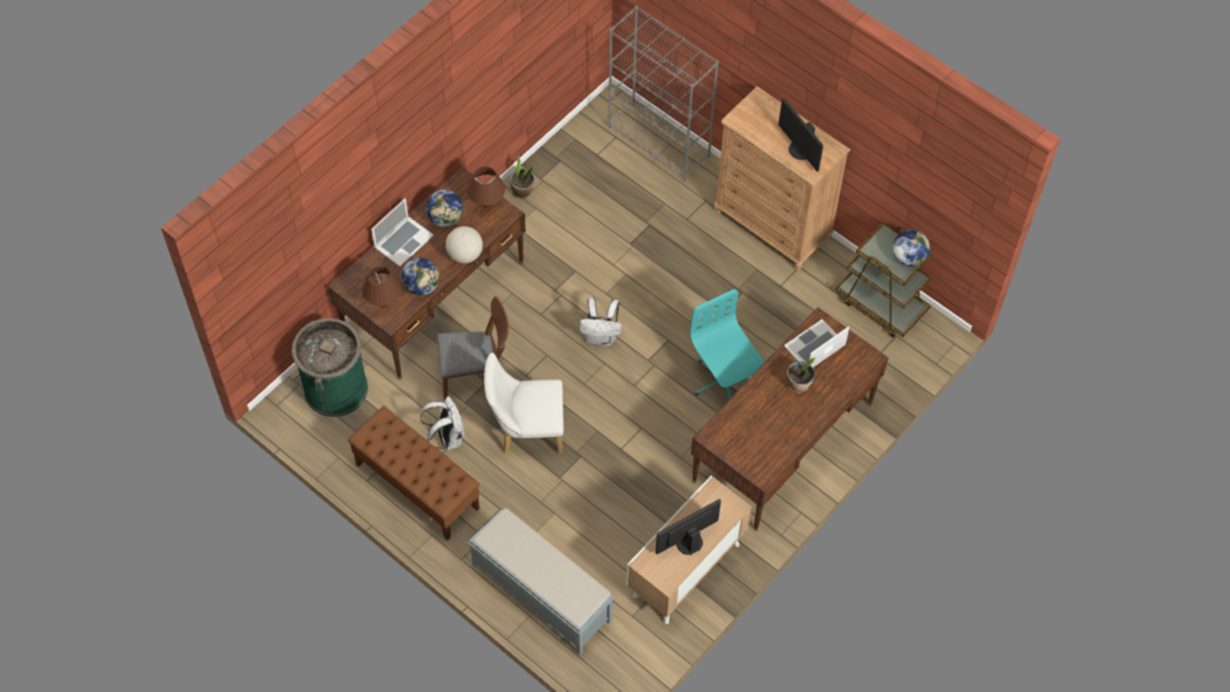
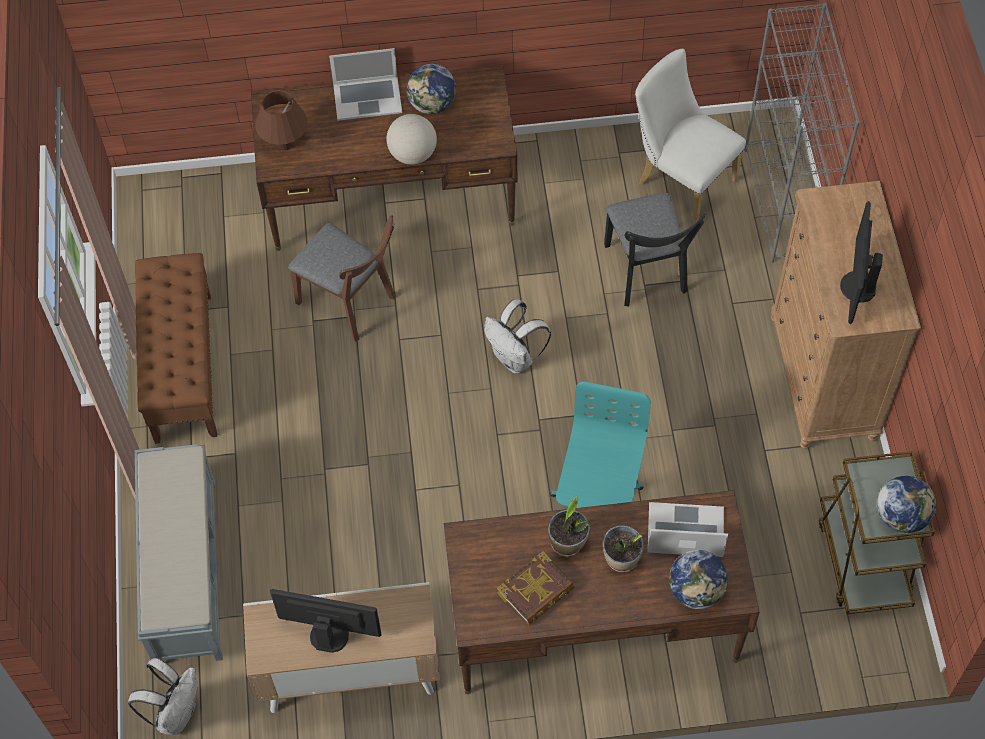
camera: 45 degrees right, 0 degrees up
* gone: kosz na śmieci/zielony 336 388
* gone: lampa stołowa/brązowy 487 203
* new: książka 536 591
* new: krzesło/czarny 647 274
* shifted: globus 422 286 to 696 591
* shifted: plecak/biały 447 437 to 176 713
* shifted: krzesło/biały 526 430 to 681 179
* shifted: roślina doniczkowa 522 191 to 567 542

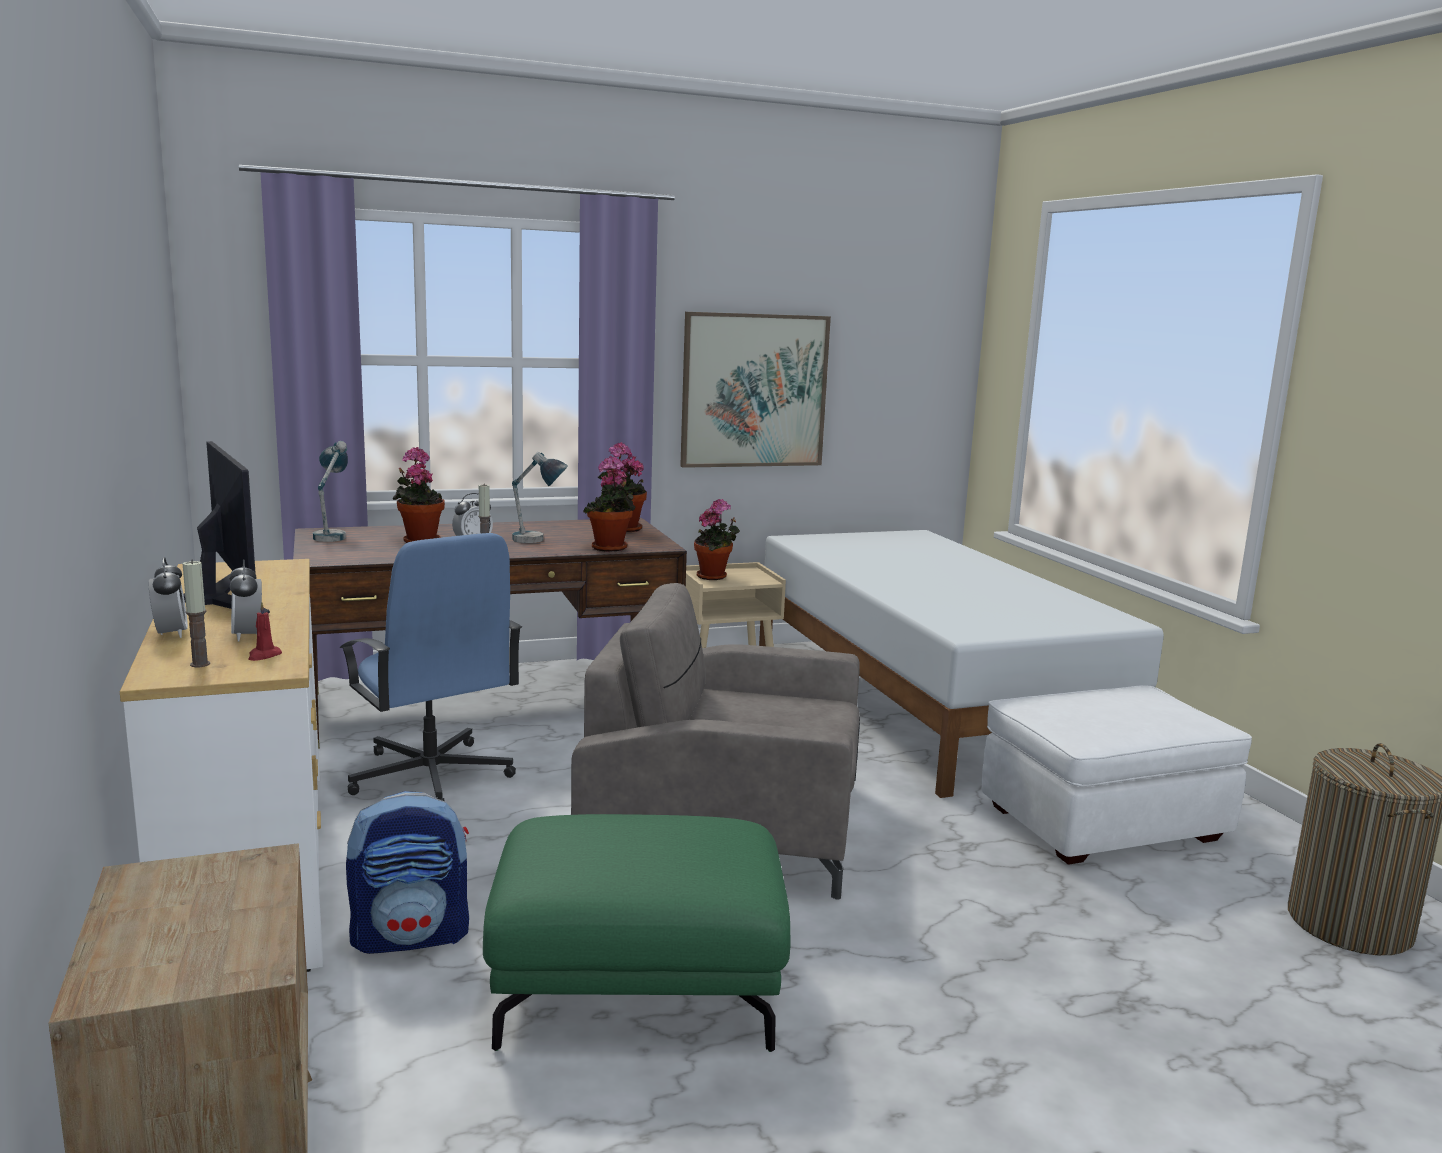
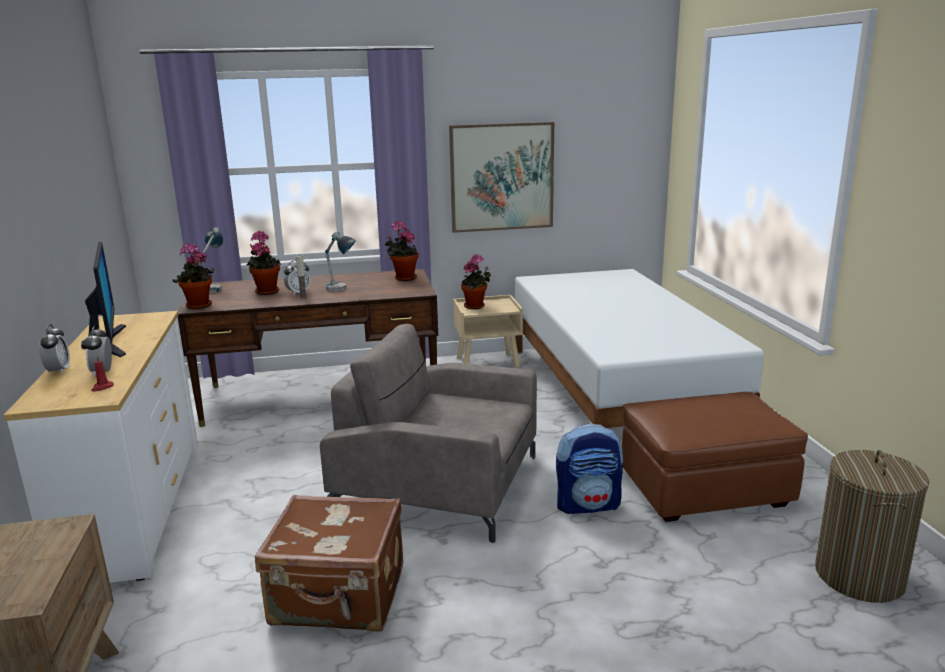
camera: 10 degrees right, 5 degrees up
* gone: świeca 200 664
* gone: krzesło biurowe/niebieski 431 776
* shifted: plecak 412 936 to 588 505
* shifted: roślina doniczkowa 610 549 to 198 306
* swapped: pufa/zielony 639 983 to walizka/brązowy 339 597
* repainted: pufa/biały 1102 822 to pufa/brązowy 704 490

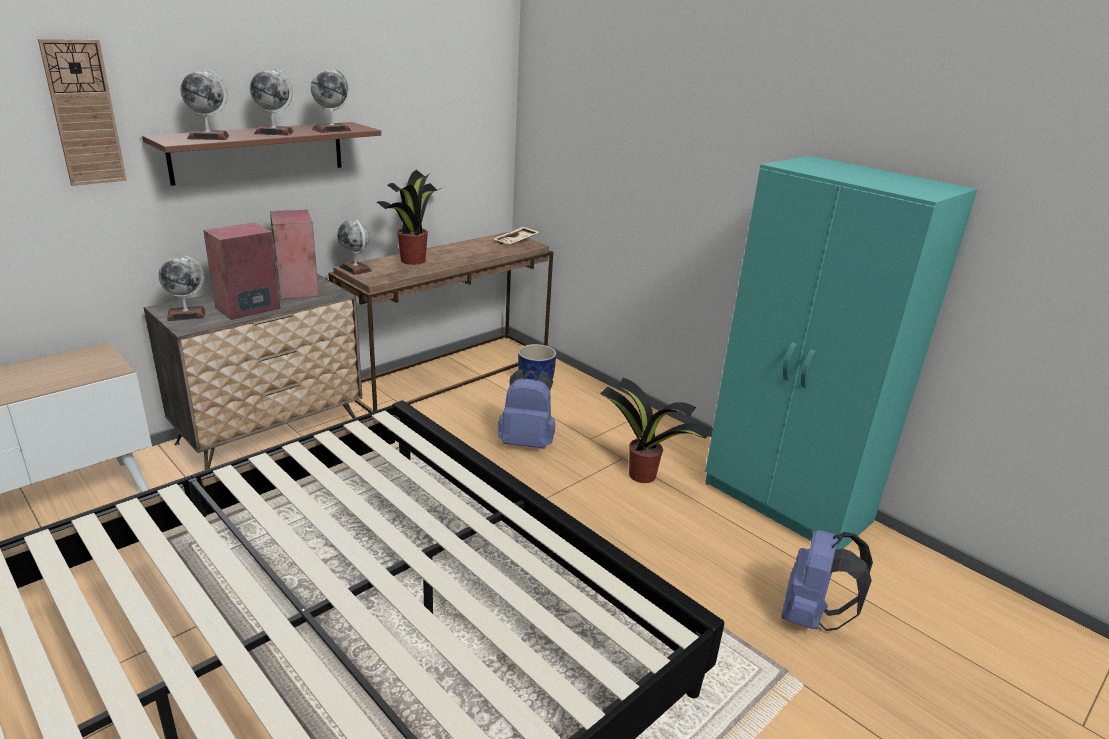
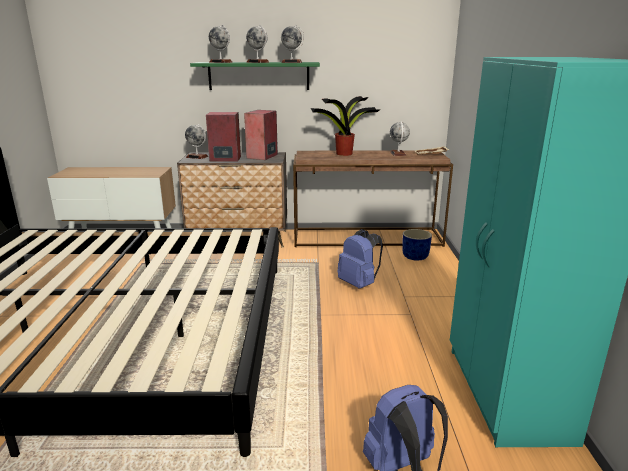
camera: 45 degrees right, 5 degrees down
* gone: zegar ścienny 84 113
* gone: roślina doniczkowa 641 474
* shifted: globus 355 269 to 398 154
* repainted: półka/brązowy 259 152 to półka/zielony 258 76

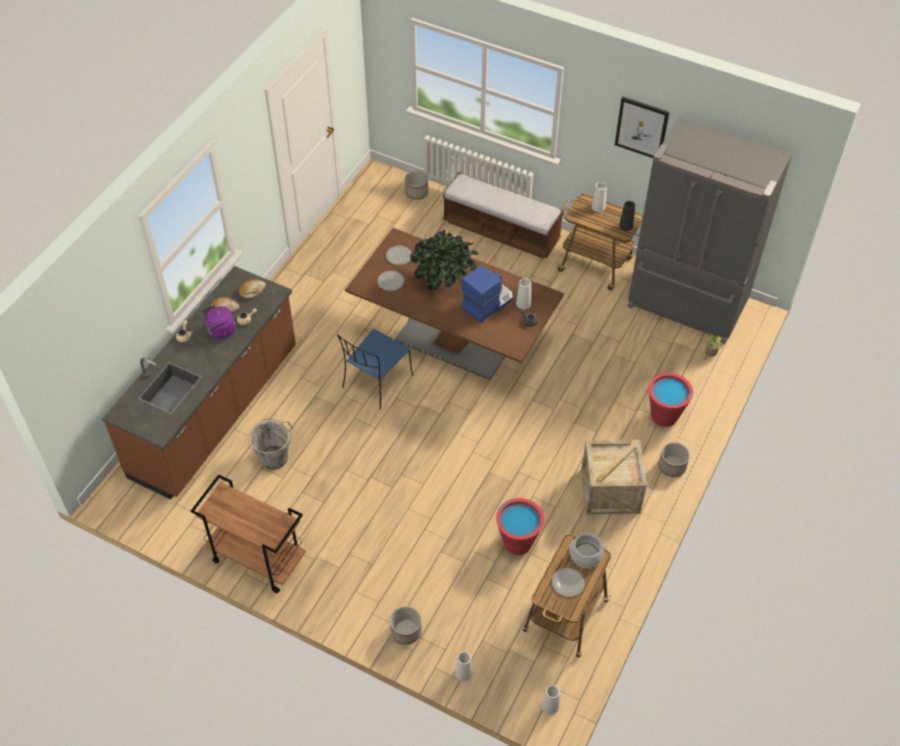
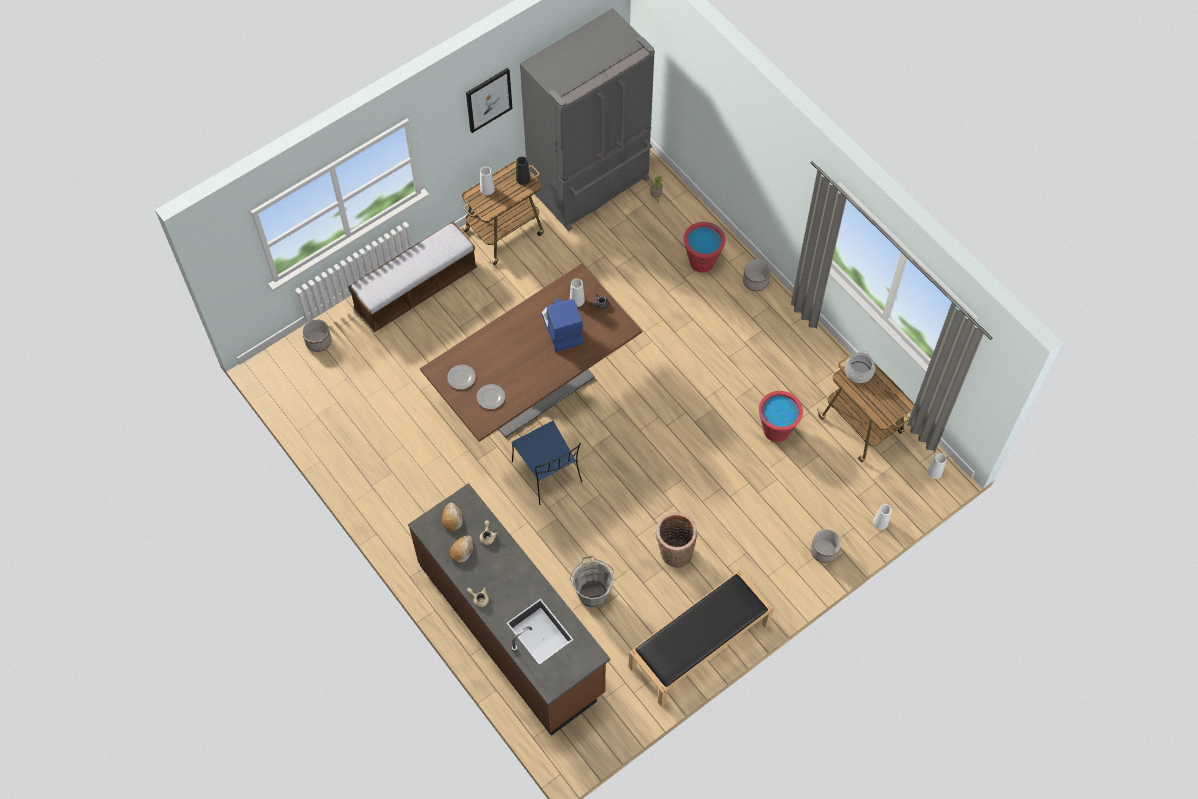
camera: 65 degrees left, 10 degrees up
* gone: czajnik/fioletowy 220 331
* gone: roślina doniczkowa 445 280
* gone: talerz 568 582
* gone: skrzynka 610 491
* new: koszyk 674 553
* swapped: wózek/brązowy 256 559 to ławka/czarny 699 646

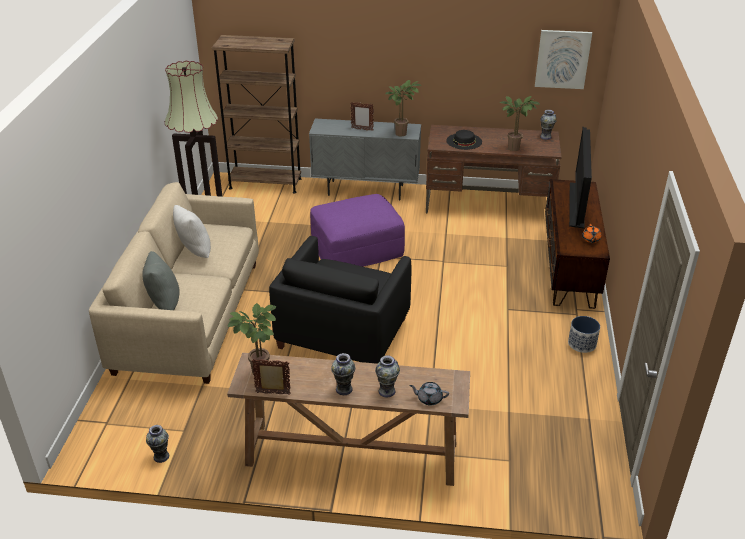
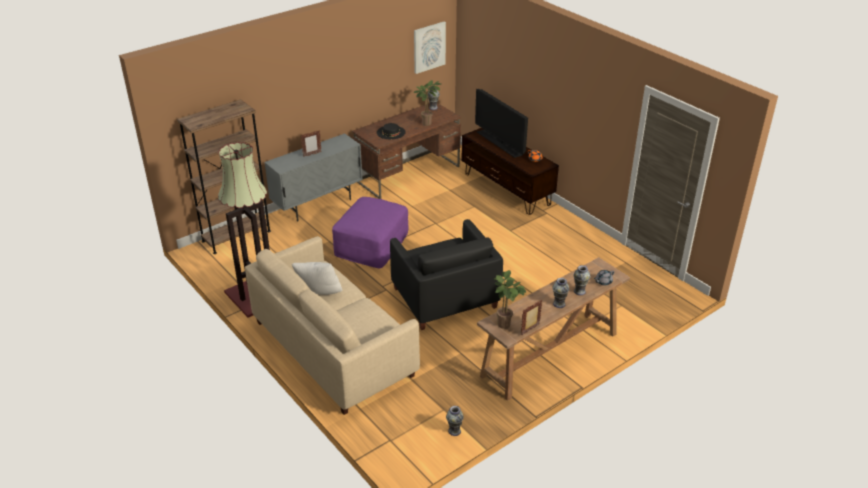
camera: 45 degrees left, 0 degrees up
* gone: poduszka/szary 163 305
* gone: roślina doniczkowa 401 133
* gone: donica 582 344

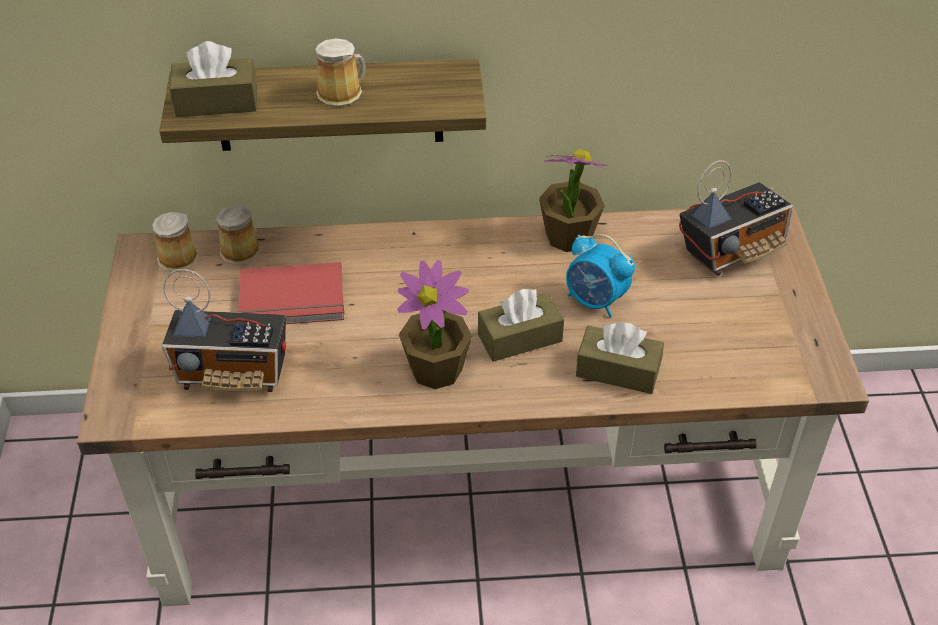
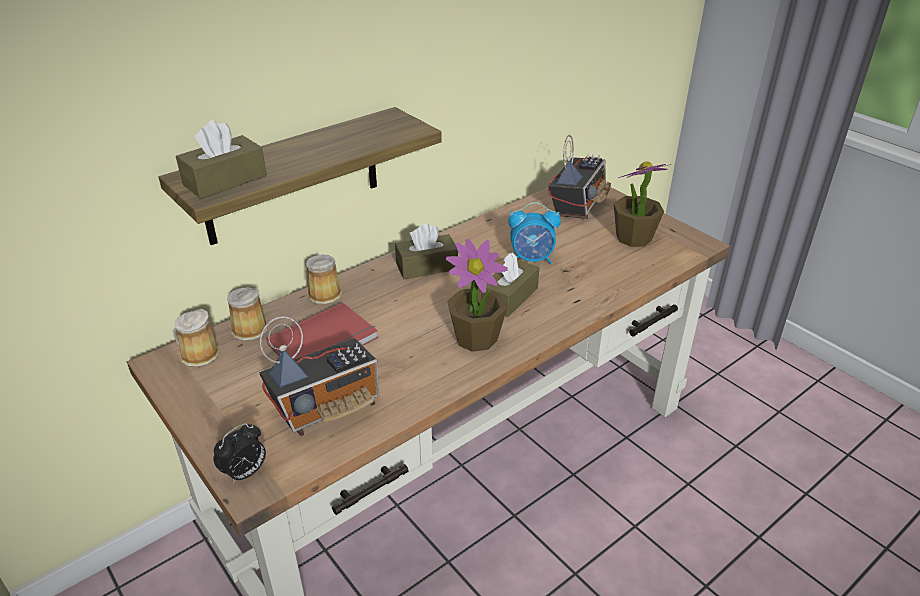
camera: 35 degrees left, 10 degrees down
* new: budzik 245 473
* shifted: kubek 342 92 to 326 293
* shifted: roślina doniczkowa 568 236 to 633 238
* shifted: pudełko chusteczek/brązowy 618 370 to 427 266

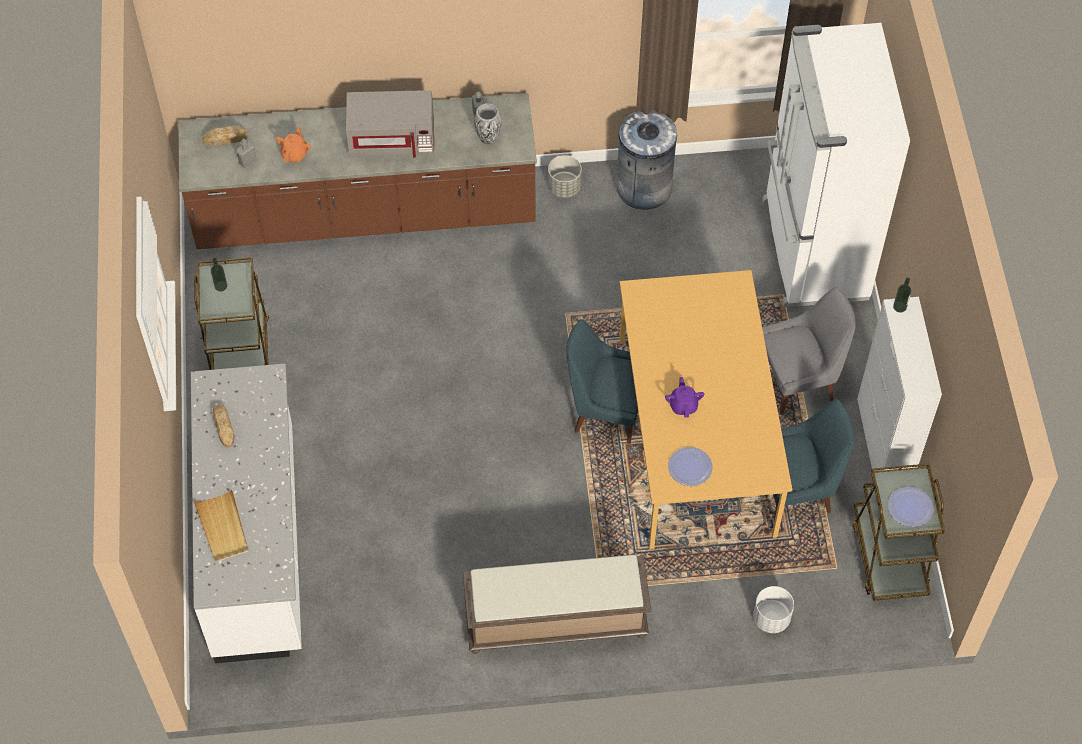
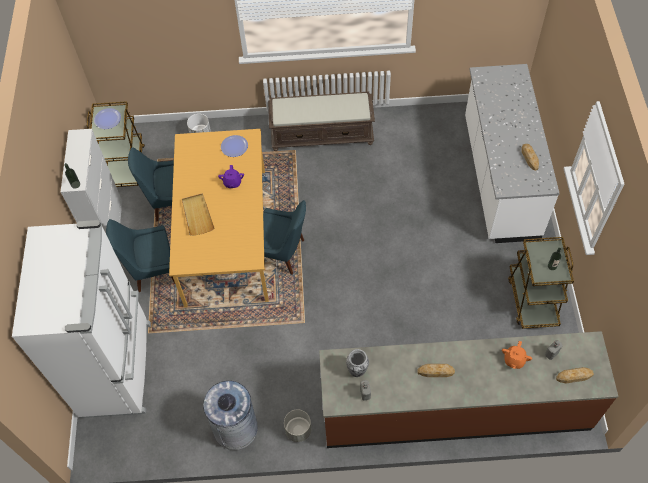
camera: 175 degrees left, 0 degrees up
* shifted: taca/beżowy 222 527 to 197 215
* swapped: mikrofalówka/szary 392 139 to chleb 435 371
* repainted: krzesło/szary 799 380 to krzesło/niebieski 152 270

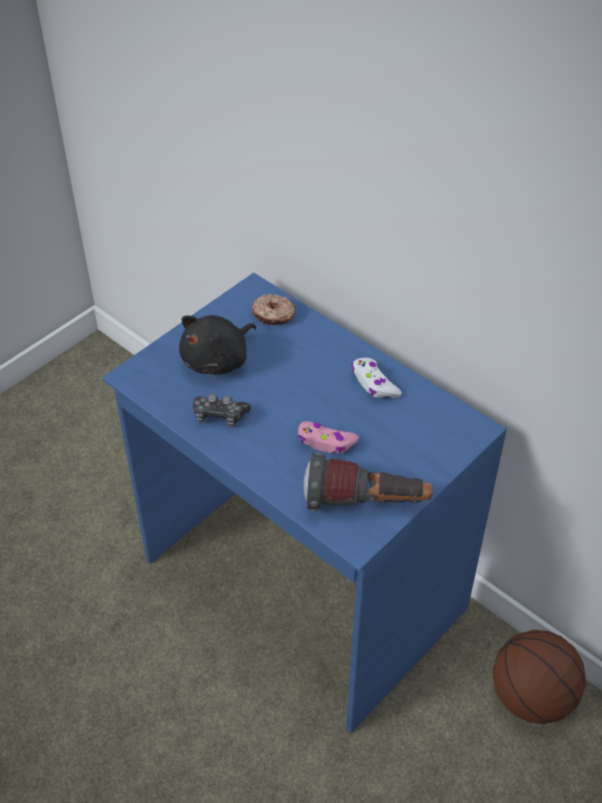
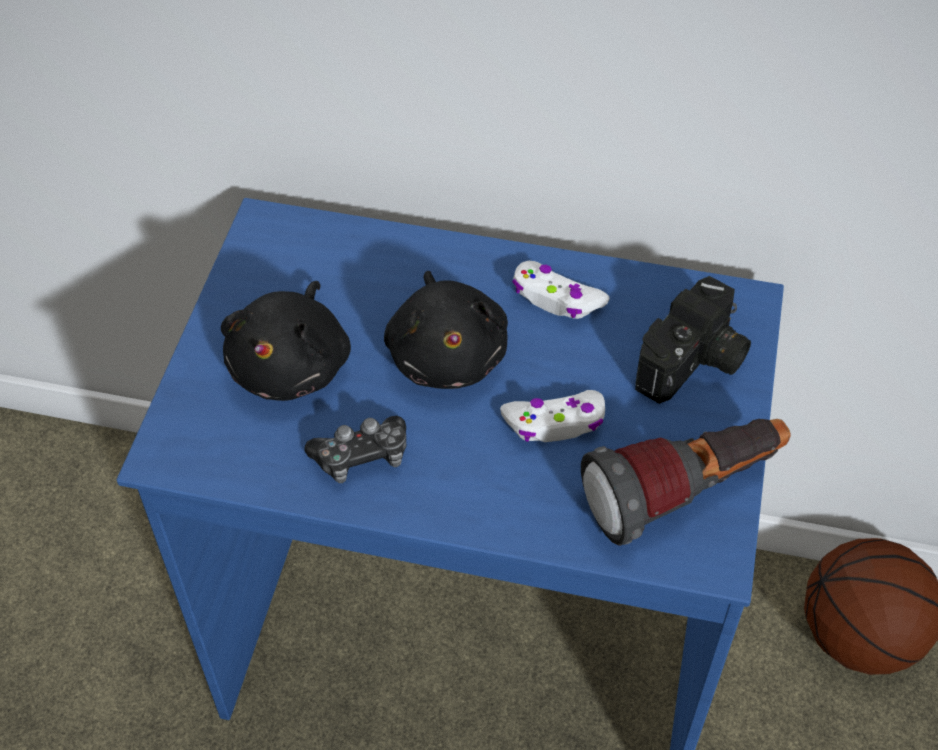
camera: 30 degrees left, 5 degrees up
* gone: donut 273 315
* new: pluszak/czarny 447 354
* new: aparat fotograficzny 694 364
* repainted: pad do gier/różowy 326 442 to pad do gier/biały 555 423

